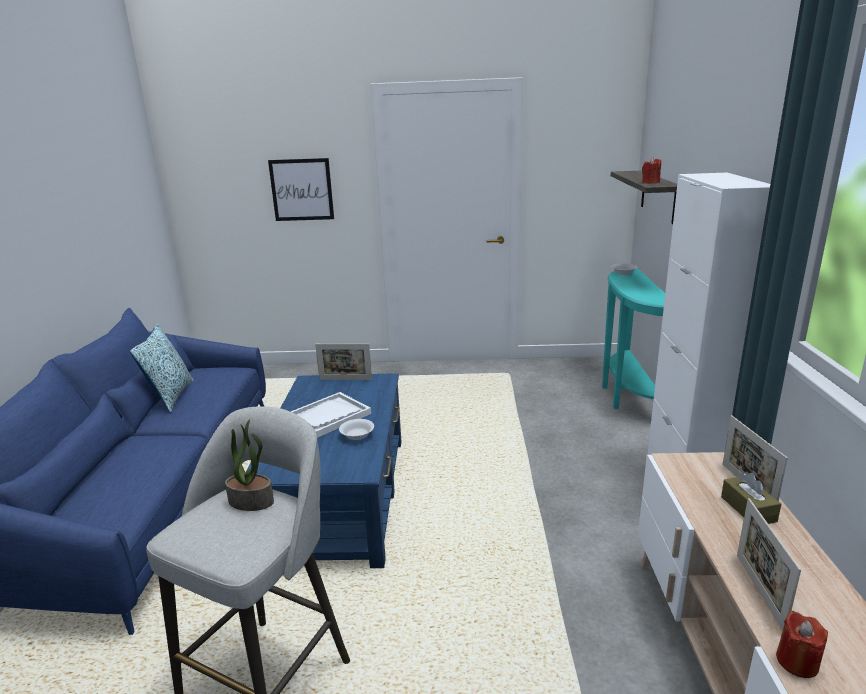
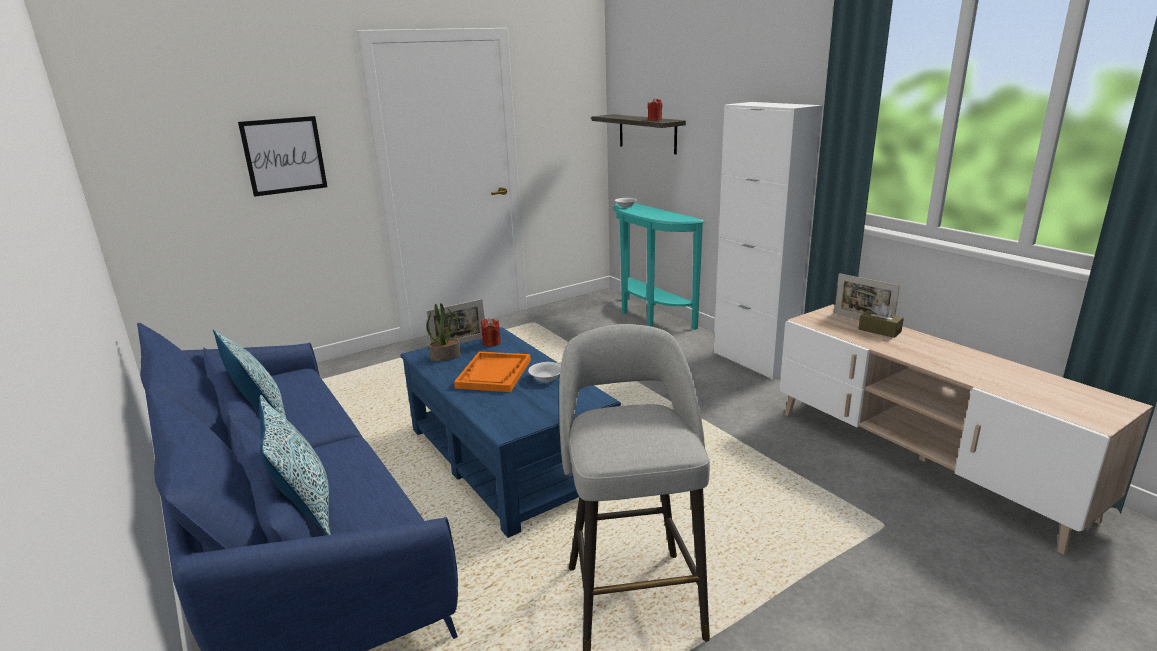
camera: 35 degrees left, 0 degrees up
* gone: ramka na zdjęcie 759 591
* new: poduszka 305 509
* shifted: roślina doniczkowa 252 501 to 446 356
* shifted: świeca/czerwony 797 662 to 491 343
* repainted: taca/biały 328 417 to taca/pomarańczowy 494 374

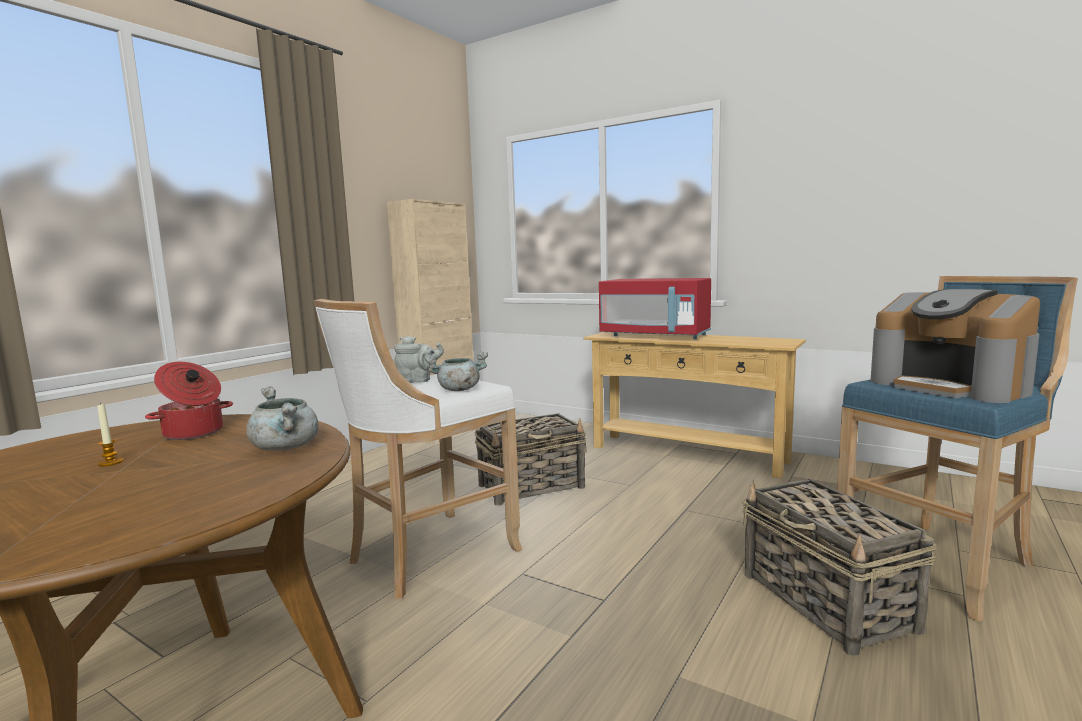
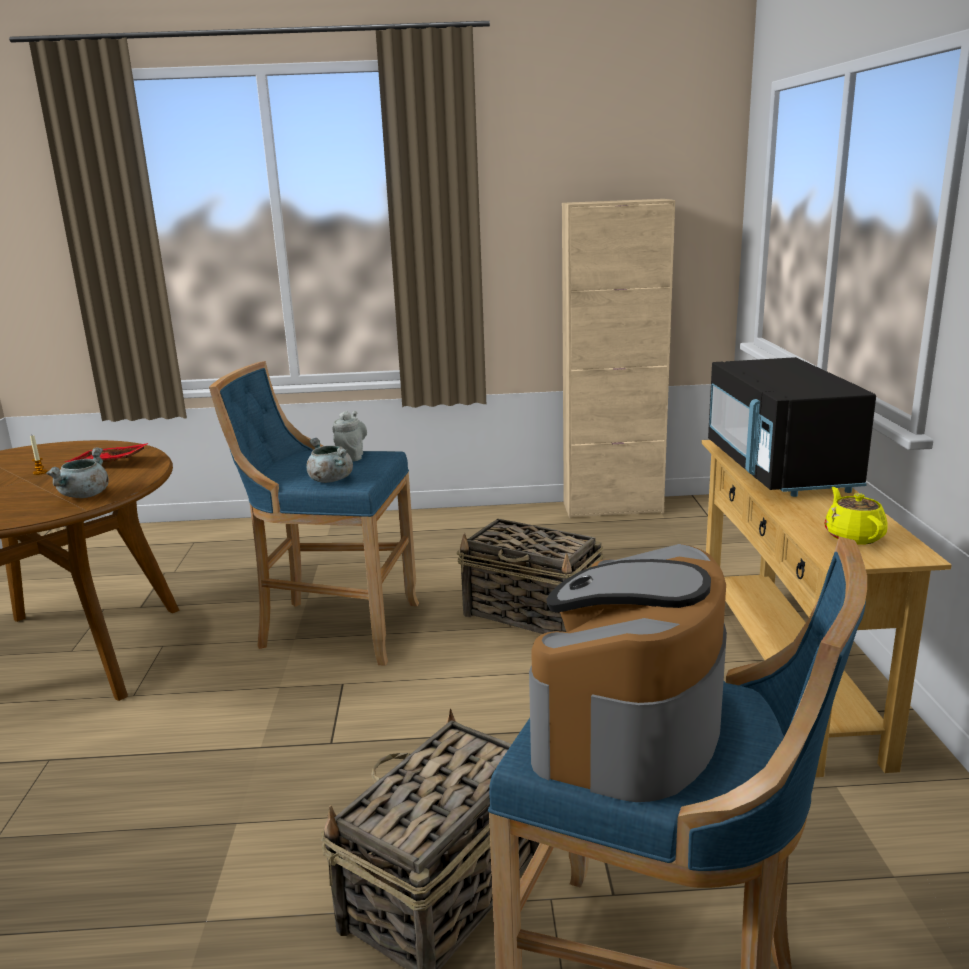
camera: 55 degrees right, 10 degrees up
* new: imbryk/żółty 853 536
* swapped: garnek 194 433 to taca/czerwony 108 463
* repainted: stołek/biały 427 556 to stołek/niebieski 333 628
* repainted: mikrofalówka/czerwony 655 336 to mikrofalówka/czarny 779 469
* rotated: imbryk/szary 417 381 = 351 456 135 degrees counterclockwise

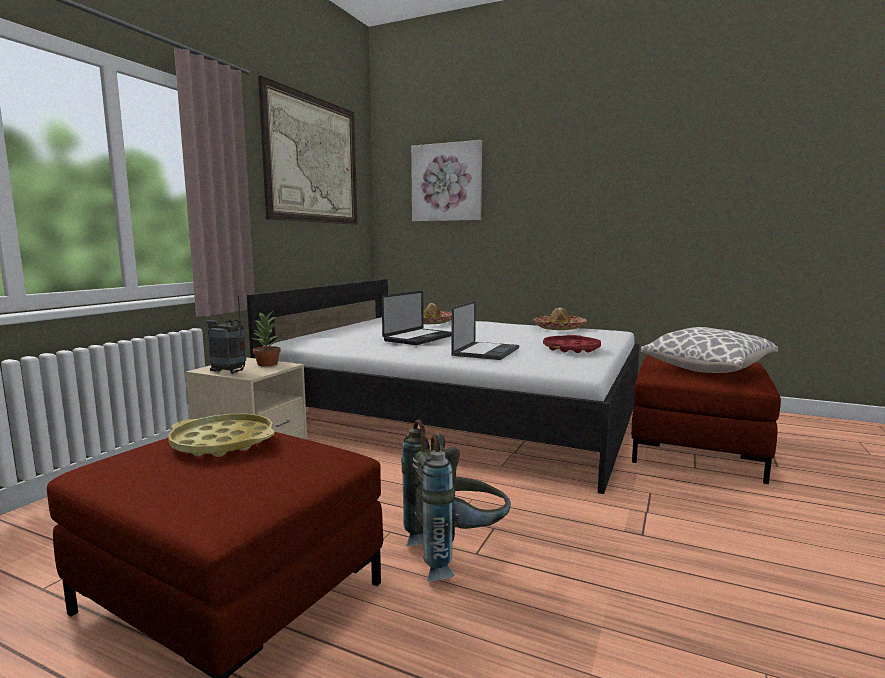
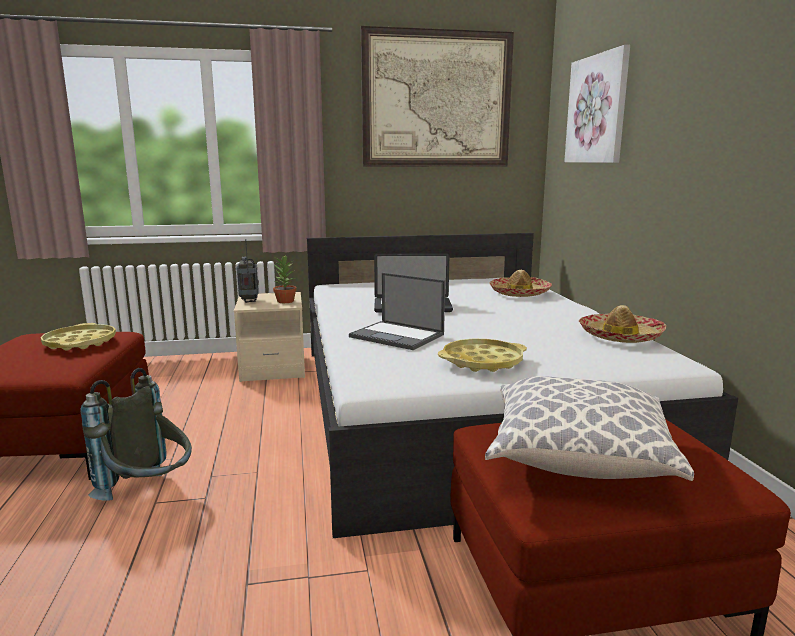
camera: 55 degrees right, 5 degrees up
* repainted: taca/czerwony 571 349 to taca/żółty 482 361
* rotated: laptop 486 351 = 398 336 45 degrees clockwise

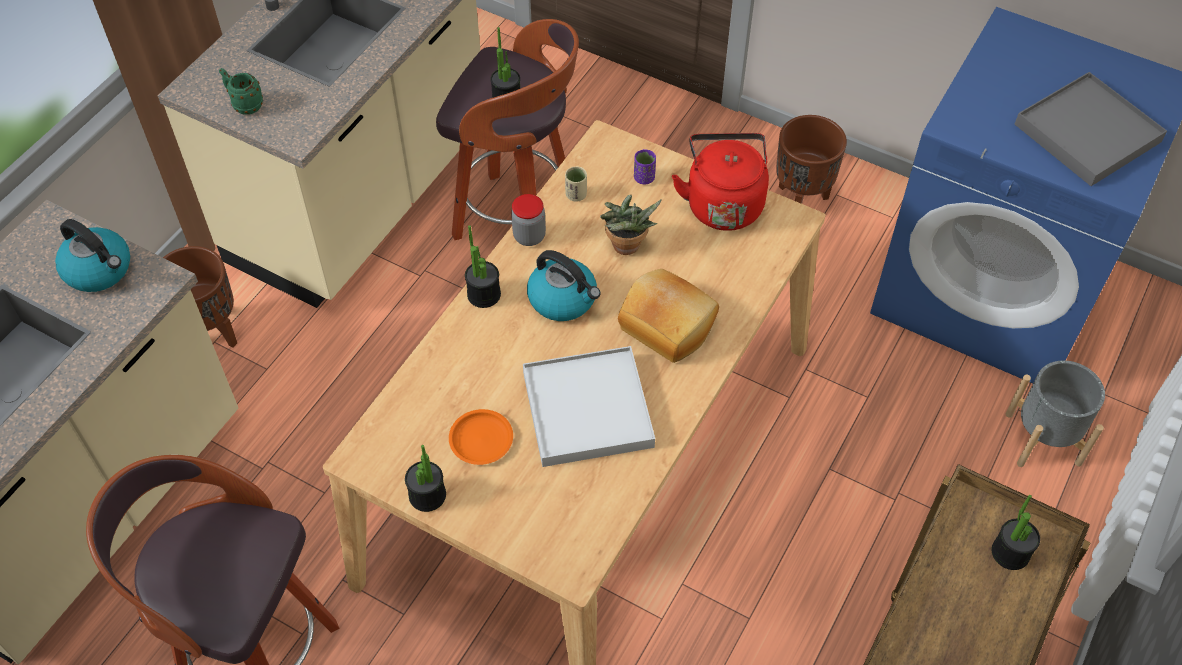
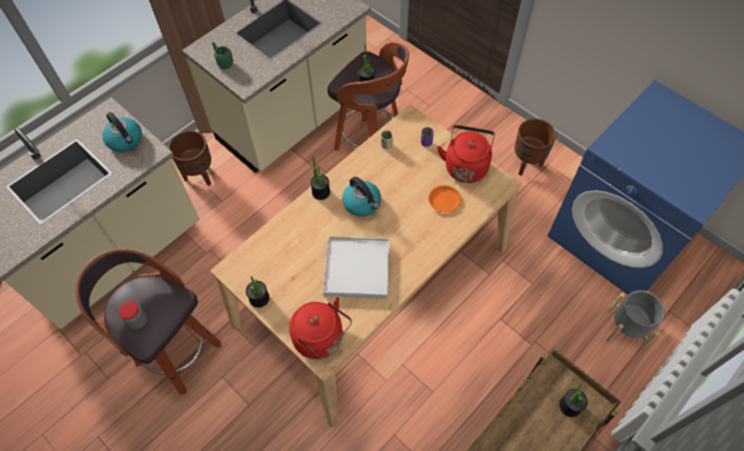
camera: 15 degrees right, 5 degrees up
* gone: roślina doniczkowa 626 248
* gone: chleb 669 324
* gone: taca/szary 1088 133
* new: czajnik/czerwony 321 339
* shifted: talerz/pomarańczowy 481 439 to 444 200
* shifted: słoik 529 236 to 138 321

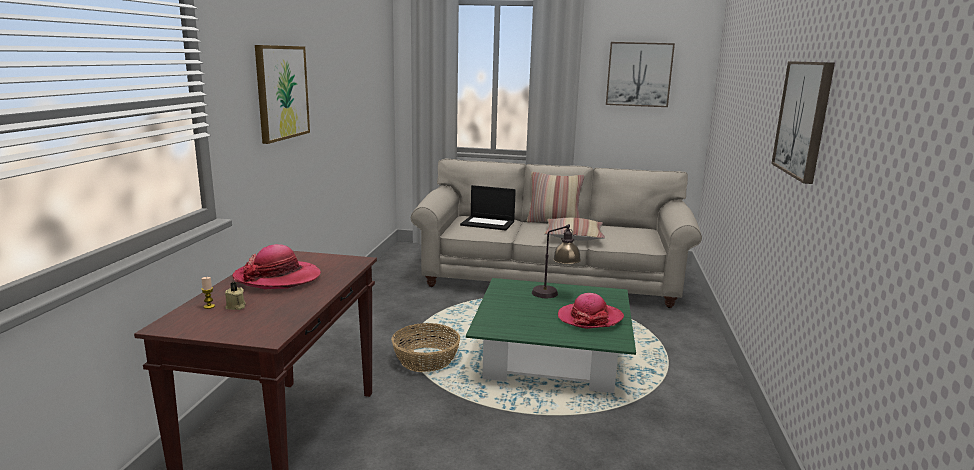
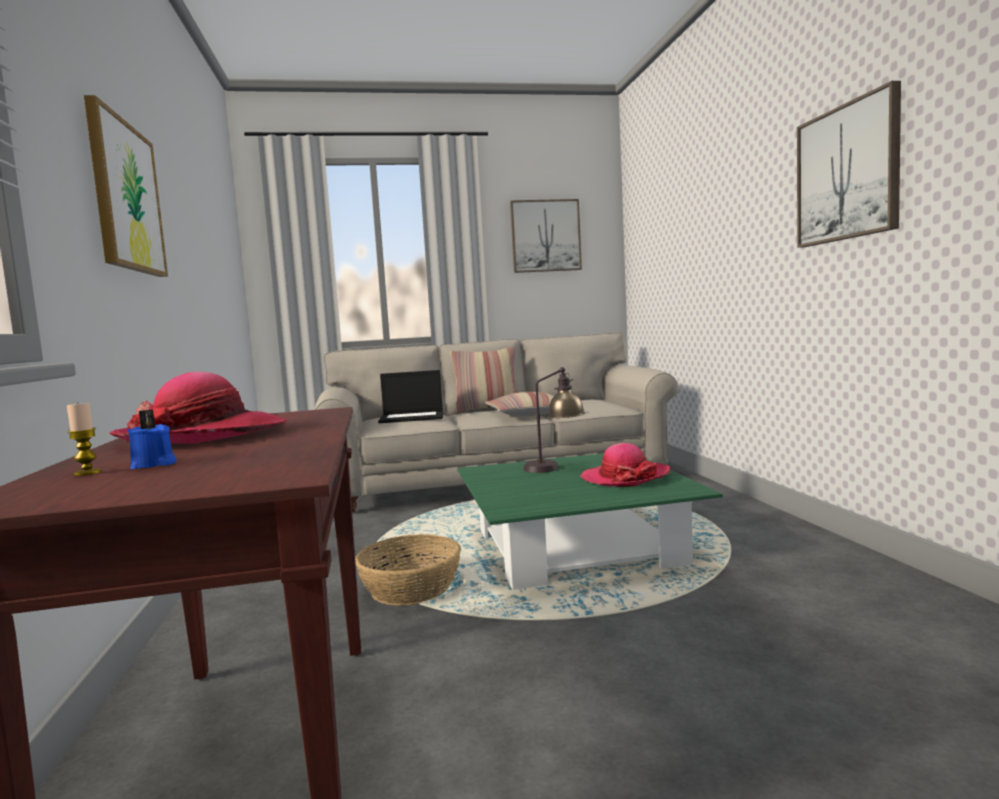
camera: 20 degrees left, 10 degrees down
* repainted: świeca/beżowy 236 306 to świeca/niebieski 154 464

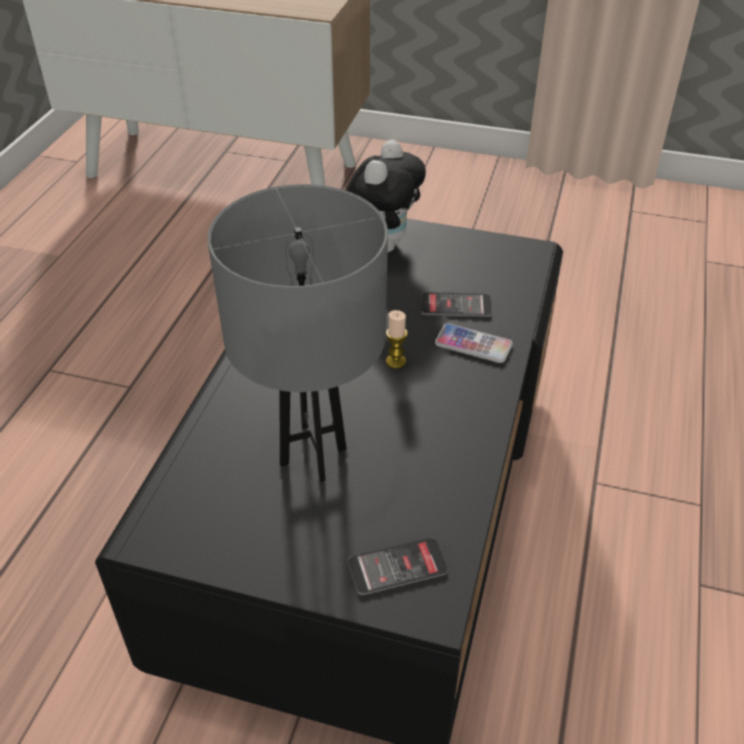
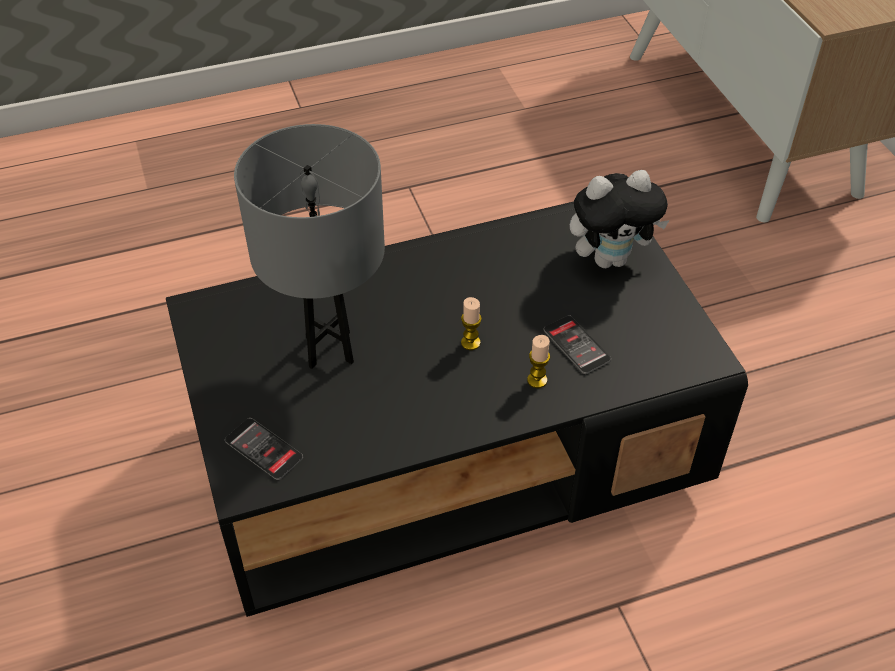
camera: 55 degrees right, 5 degrees up
* swapped: telefon 473 344 to świeca 537 380

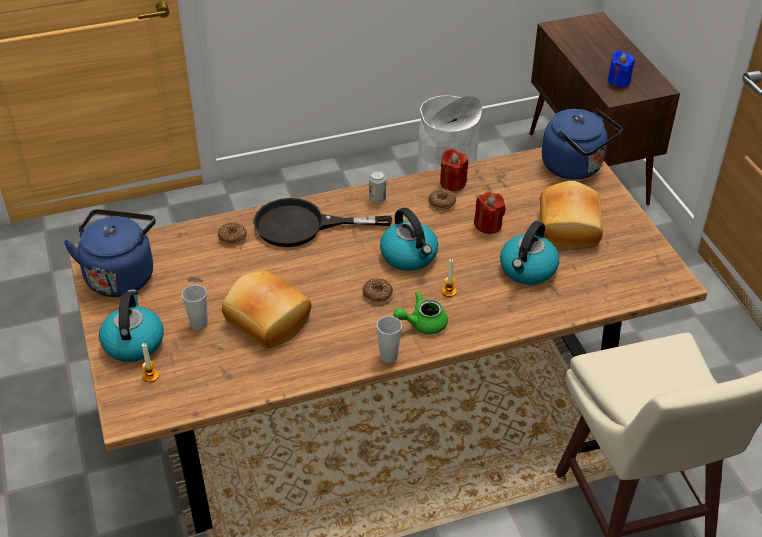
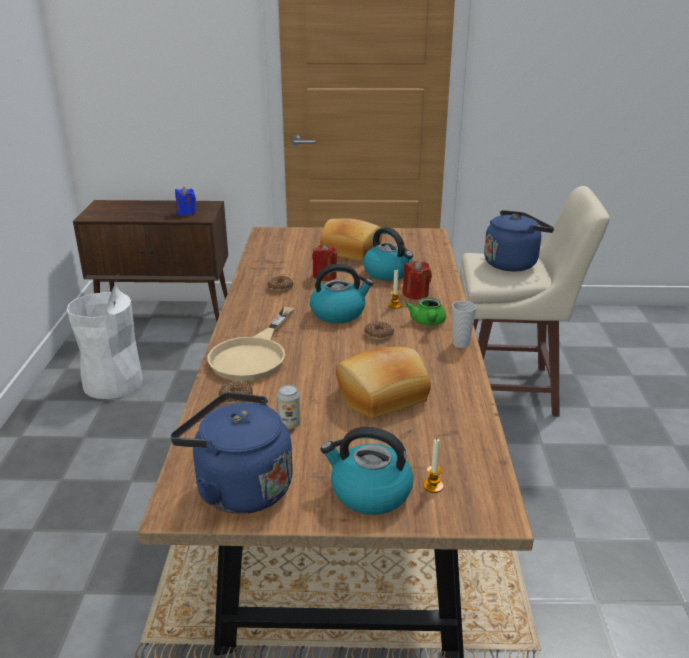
camera: 70 degrees left, 15 degrees down
* gone: filiżanka 199 324
* shifted: puszka 377 199 to 289 424
* shifted: świeca/czerwony 452 183 to 416 294
* shifted: czajnik/niebieski 575 167 to 513 263
* repainted: patelnia/czarny 303 226 to patelnia/beżowy 254 355

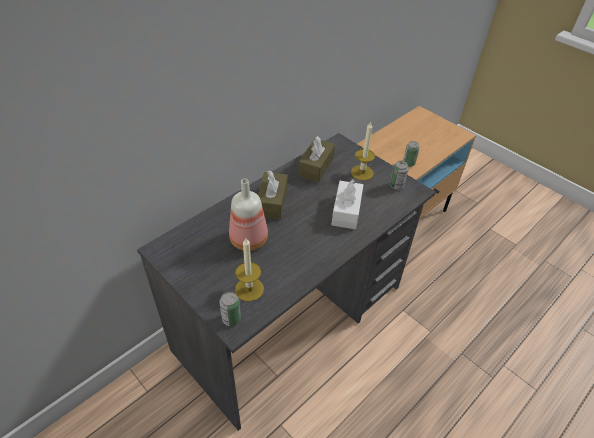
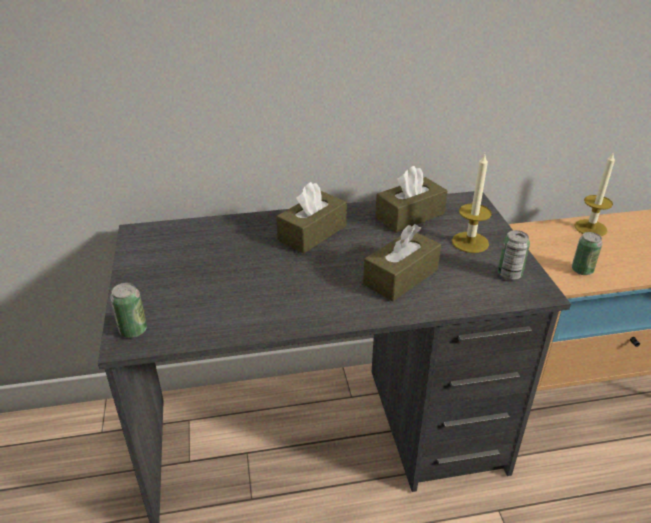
camera: 35 degrees right, 10 degrees down
* gone: butelka 249 239
* shifted: świeca 249 289 to 590 228
* repainted: pudełko chusteczek/biały 346 211 to pudełko chusteczek/brązowy 400 277

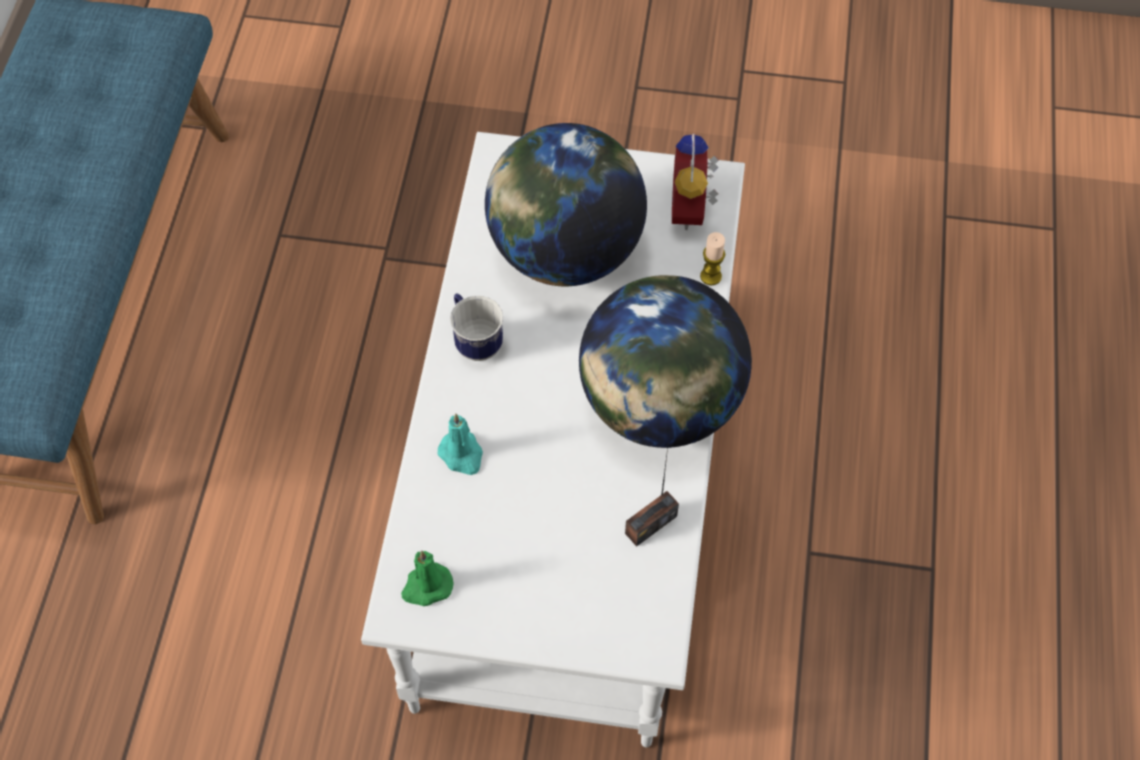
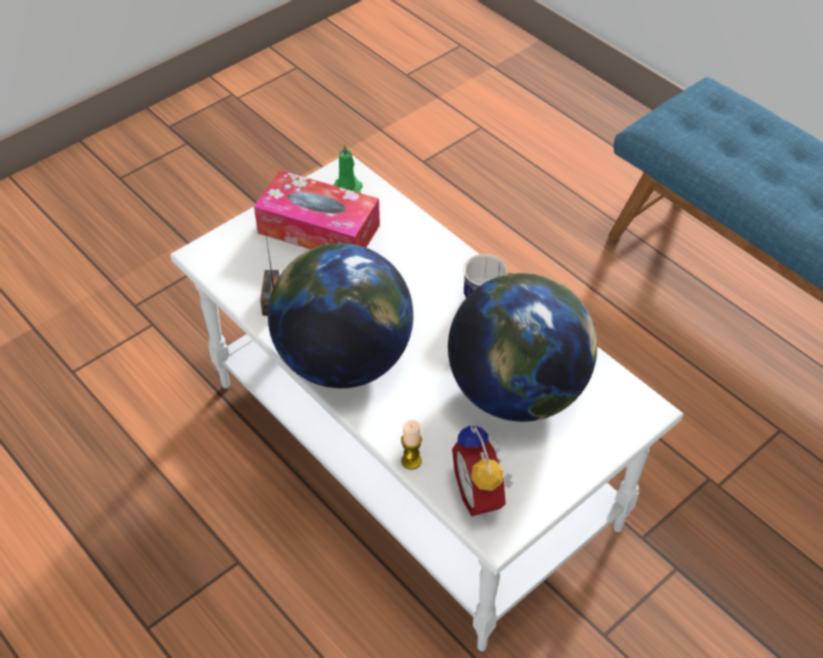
camera: 130 degrees right, 10 degrees down
* gone: świeca/turkusowy 462 455
* new: pudełko chusteczek 319 229
* rotated: budzik 692 209 = 482 494 150 degrees counterclockwise

